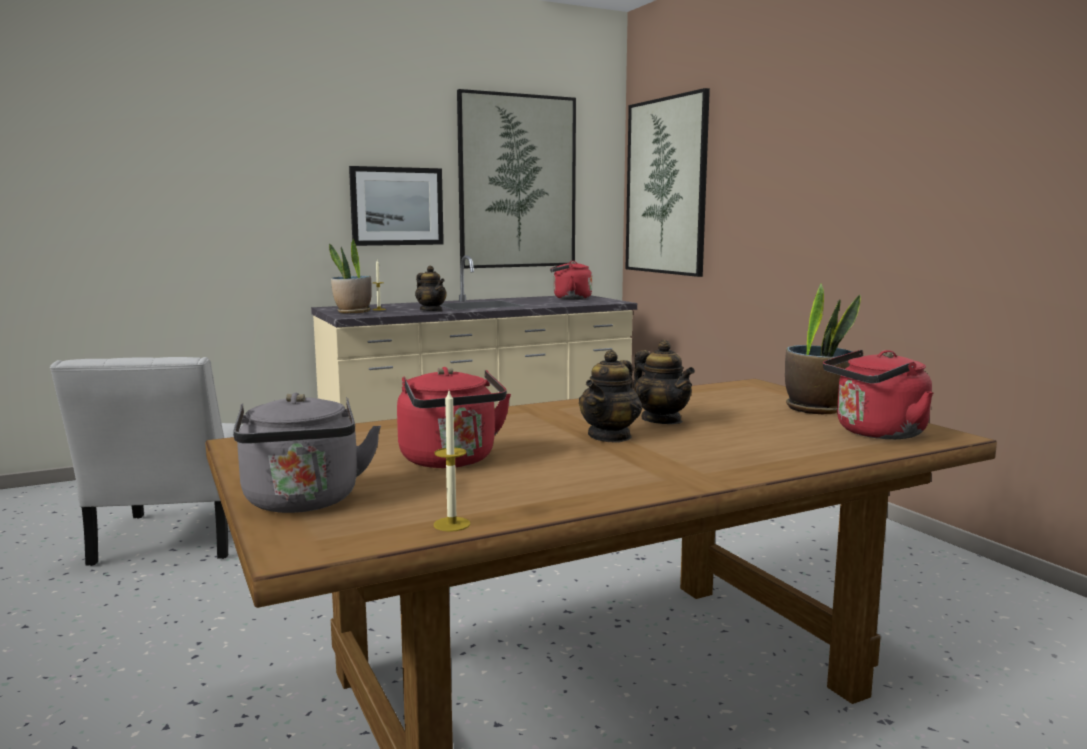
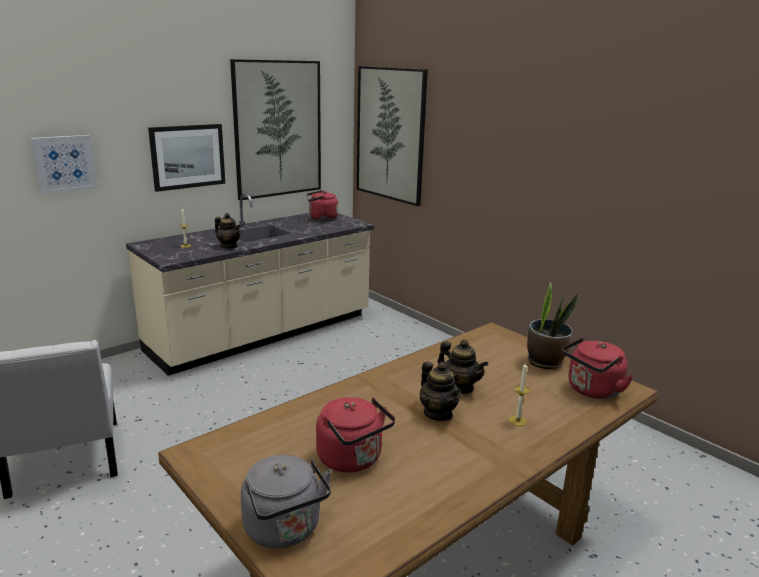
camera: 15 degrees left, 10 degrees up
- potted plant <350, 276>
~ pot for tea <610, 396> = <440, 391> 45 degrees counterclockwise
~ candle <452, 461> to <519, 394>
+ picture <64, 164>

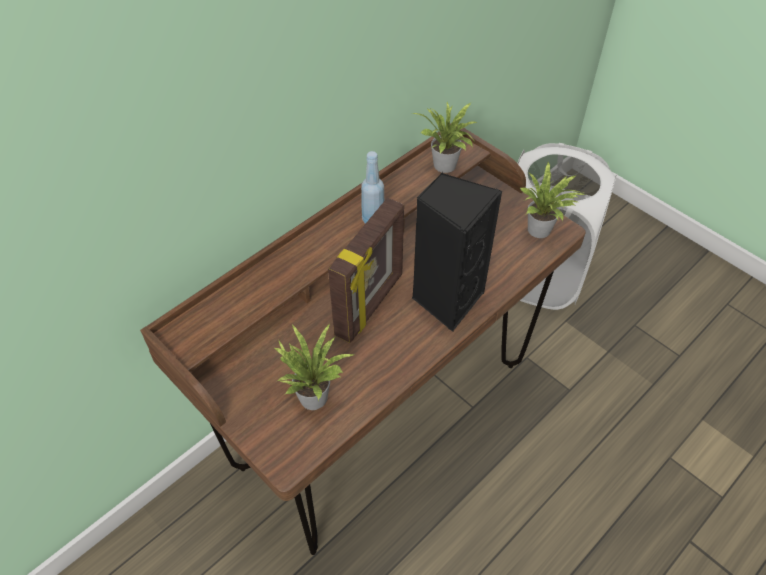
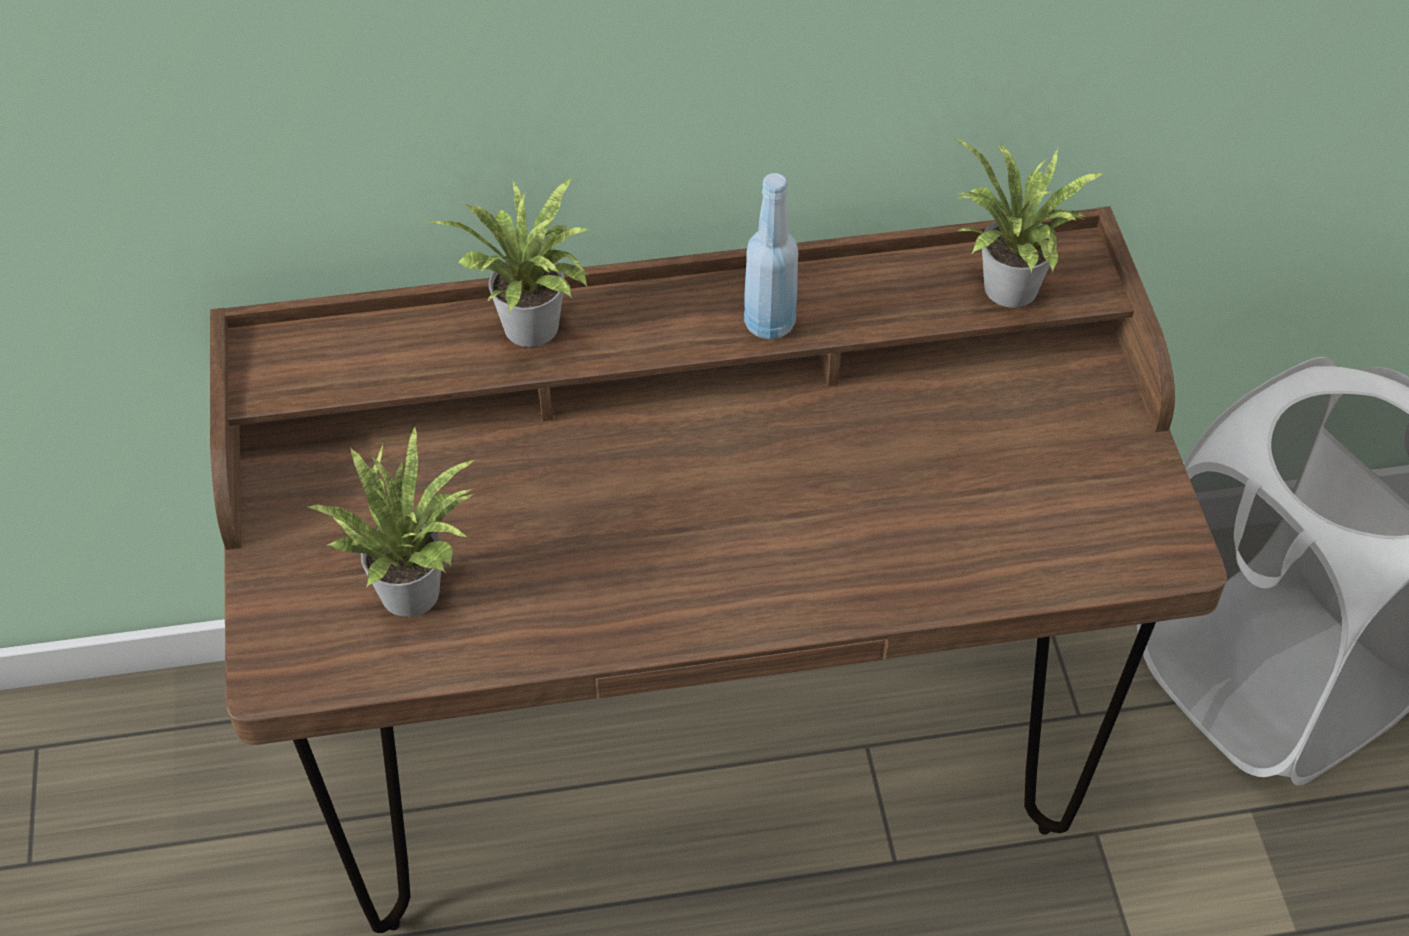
camera: 35 degrees right, 0 degrees up
~ potted plant <553, 199> to <507, 262>
- black loudspeaker <457, 252>
- photo frame <366, 270>

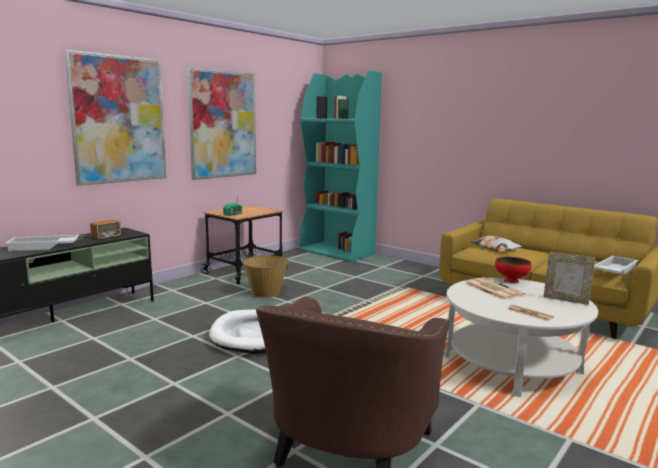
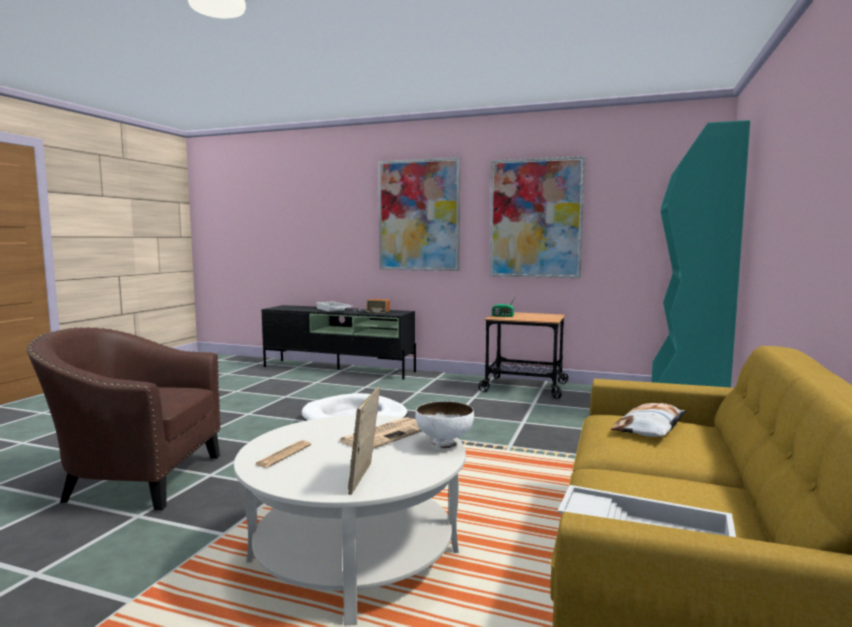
camera: 70 degrees right, 5 degrees down
- household basket <265, 276>
~ red bowl <513, 270> to white-coloured bowl <444, 425>

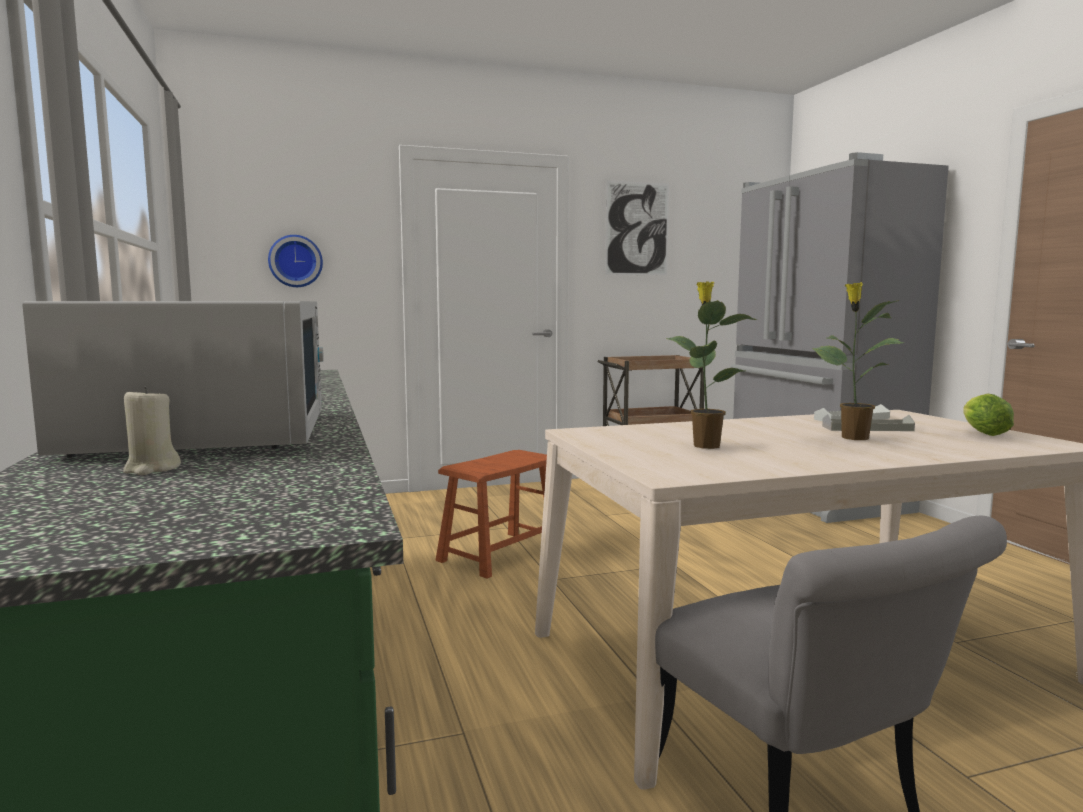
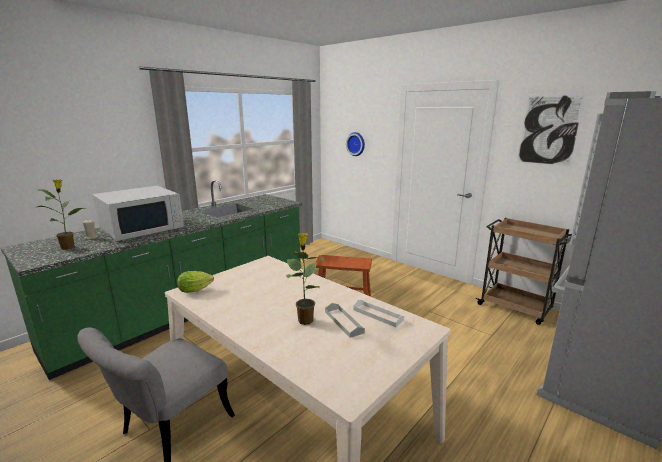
camera: 60 degrees right, 10 degrees up
~ potted plant <711, 365> to <61, 214>
~ lettuce <988, 415> to <195, 282>

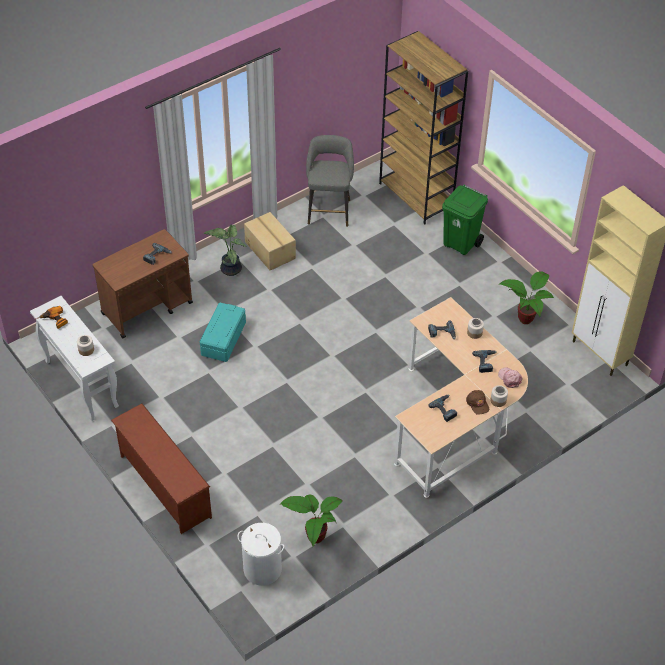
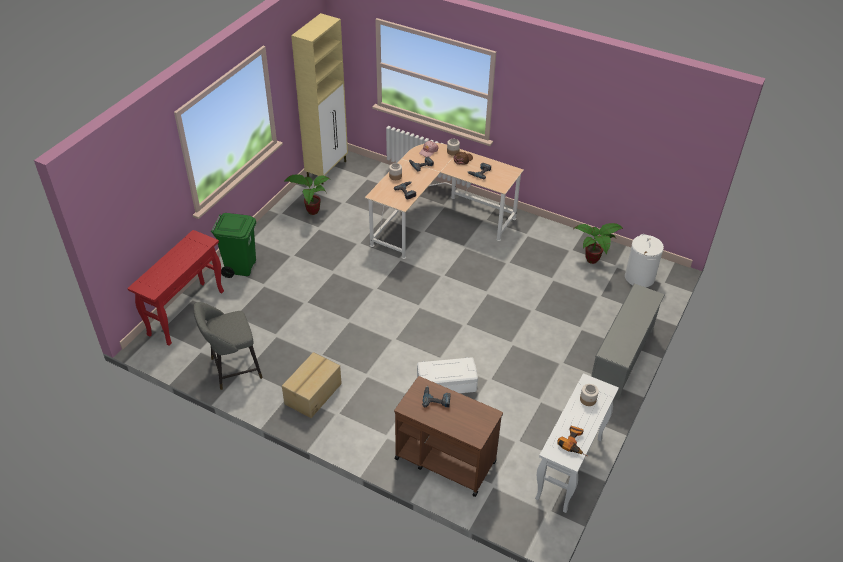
camera: 115 degrees left, 5 degrees down
~ brownish bookshelf <423, 128> to red narrow table <175, 288>
- potted plant <224, 250>
~ turquoise-coloured storage bin <223, 332> to white-coloured storage bin <447, 375>
~ brownish shoe rack <161, 469> to gray shoe rack <628, 342>

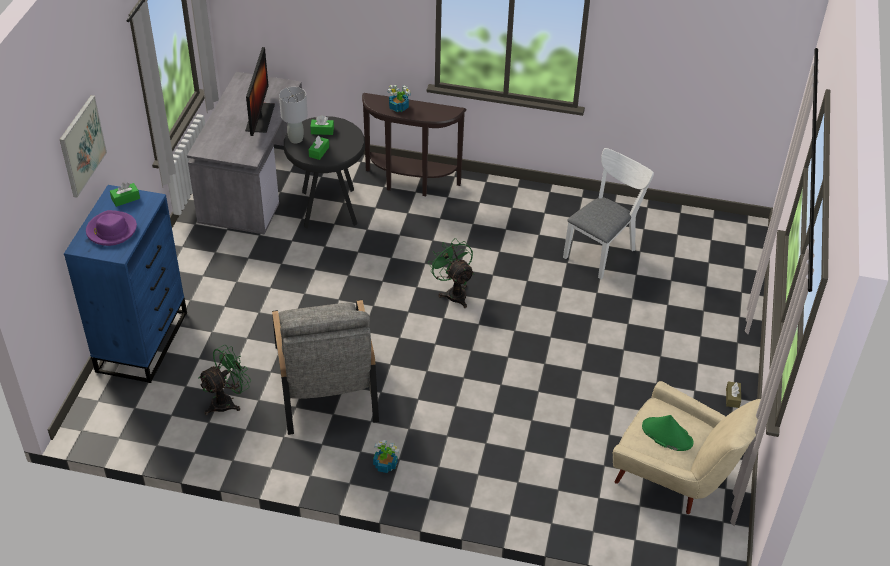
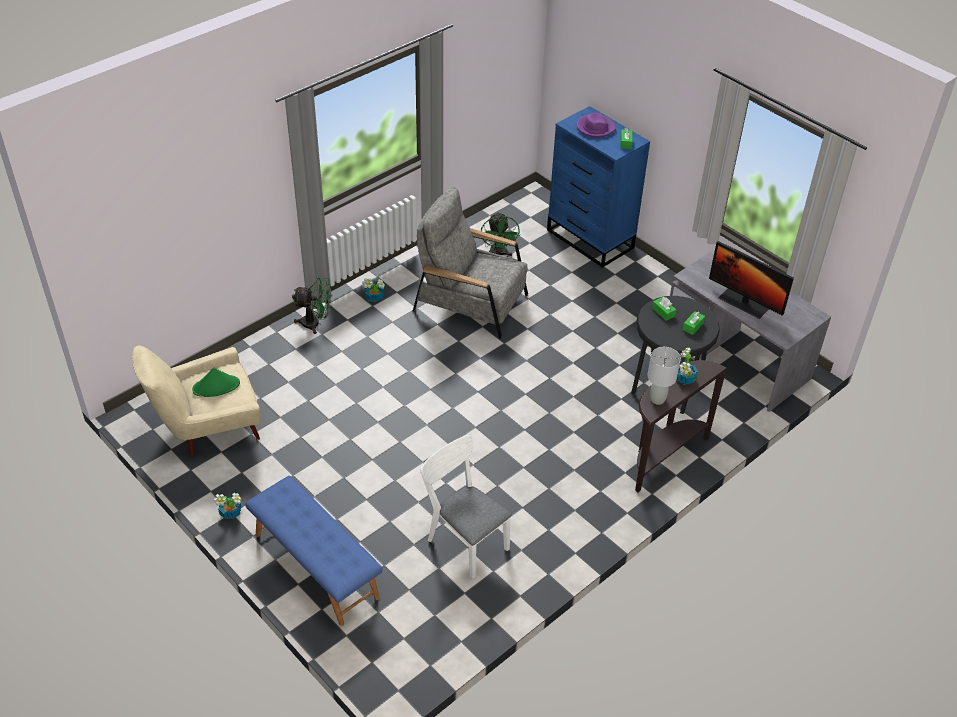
camera: 125 degrees right, 0 degrees up
~ gray lamp for a table <293, 115> to <664, 376>
- picture <83, 146>
~ white-coloured plain chair <608, 213> = <466, 507> 150 degrees clockwise
~ greenish cooling fan <451, 273> to <311, 305>
~ brownish tissue holder <733, 395> to potted plant <227, 506>
+ blue indoor bench <314, 551>

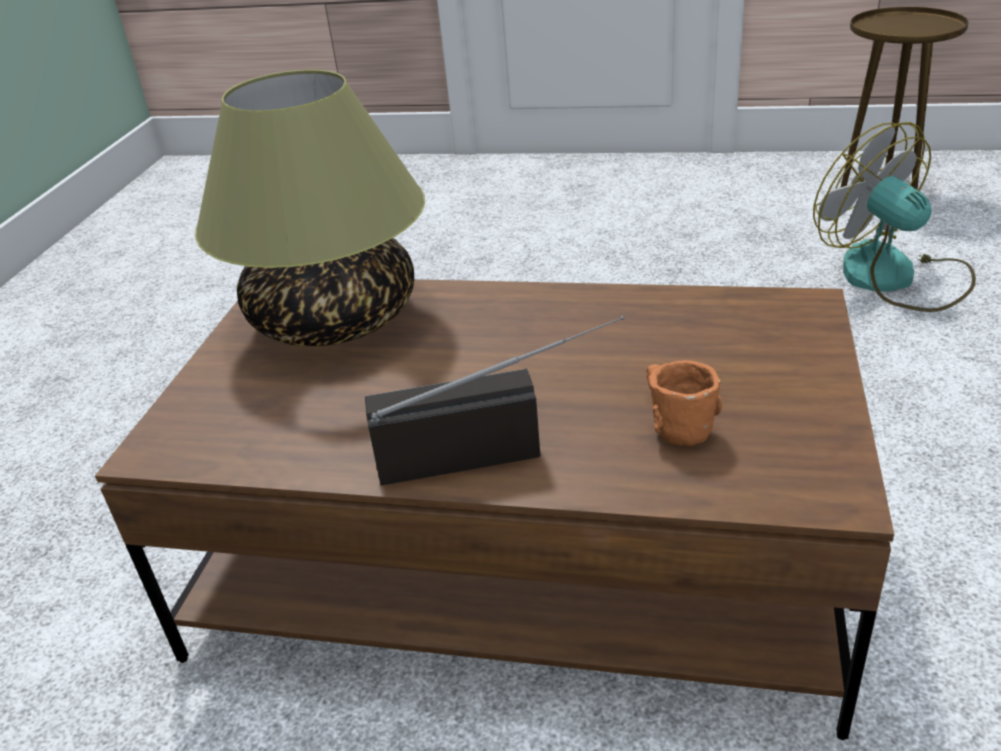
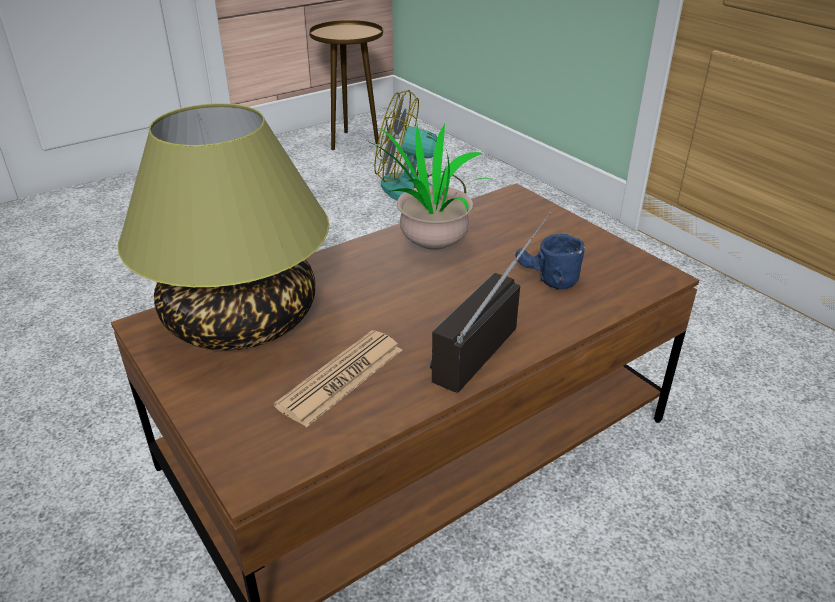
camera: 50 degrees left, 0 degrees up
~ orange-coloured tea mug <684, 403> to blue tea mug <550, 262>
+ potted plant <433, 186>
+ printed paper <338, 378>

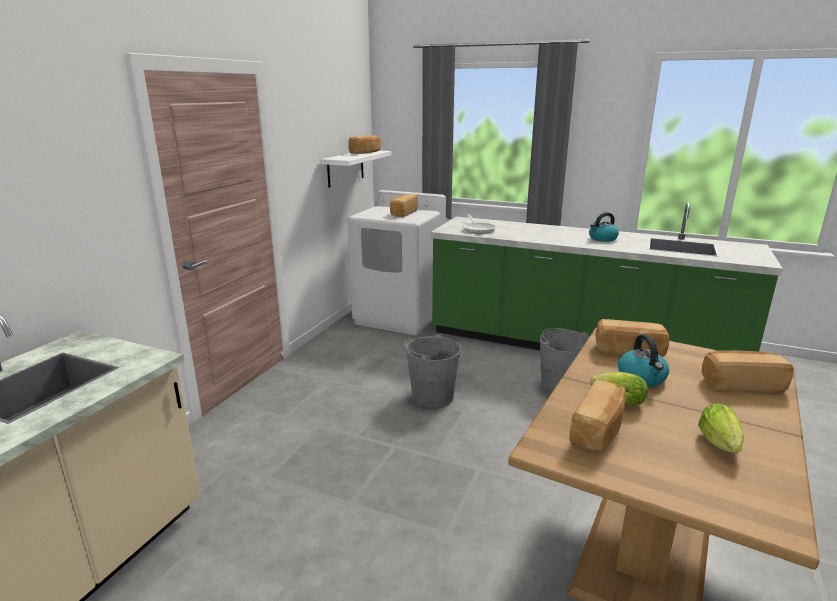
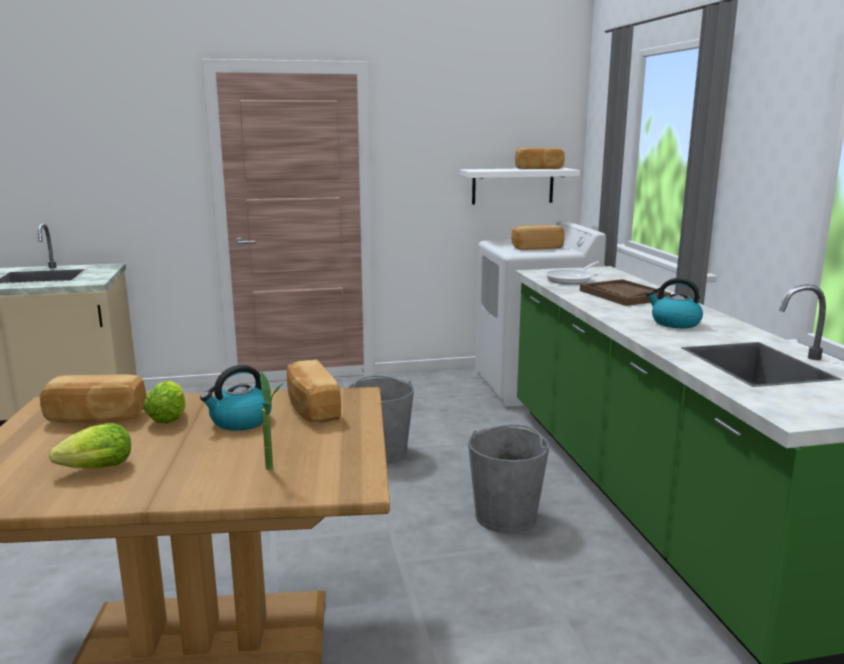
camera: 55 degrees right, 5 degrees down
~ bread <748, 371> to potted plant <271, 420>
+ brownish serving tray <625, 292>

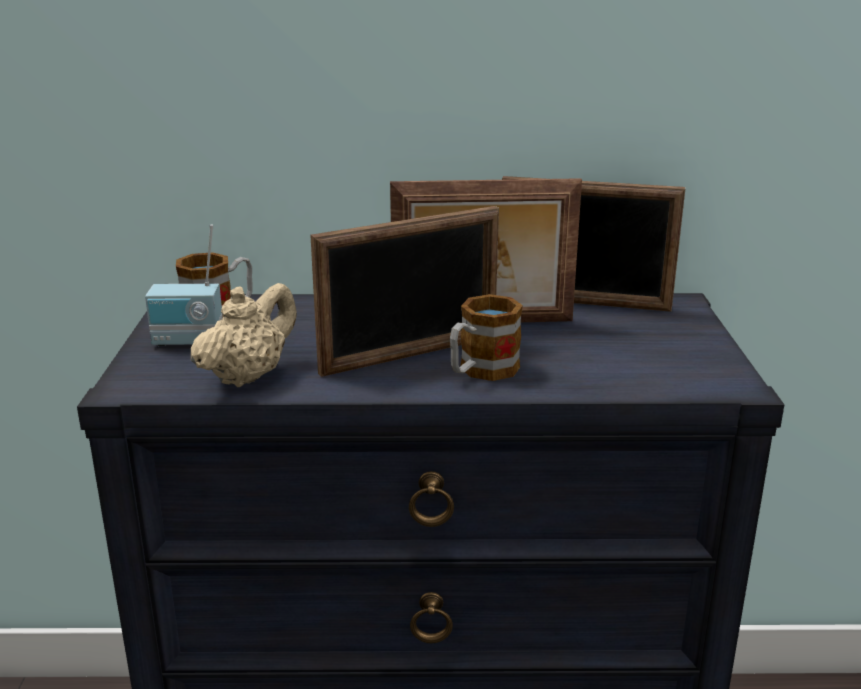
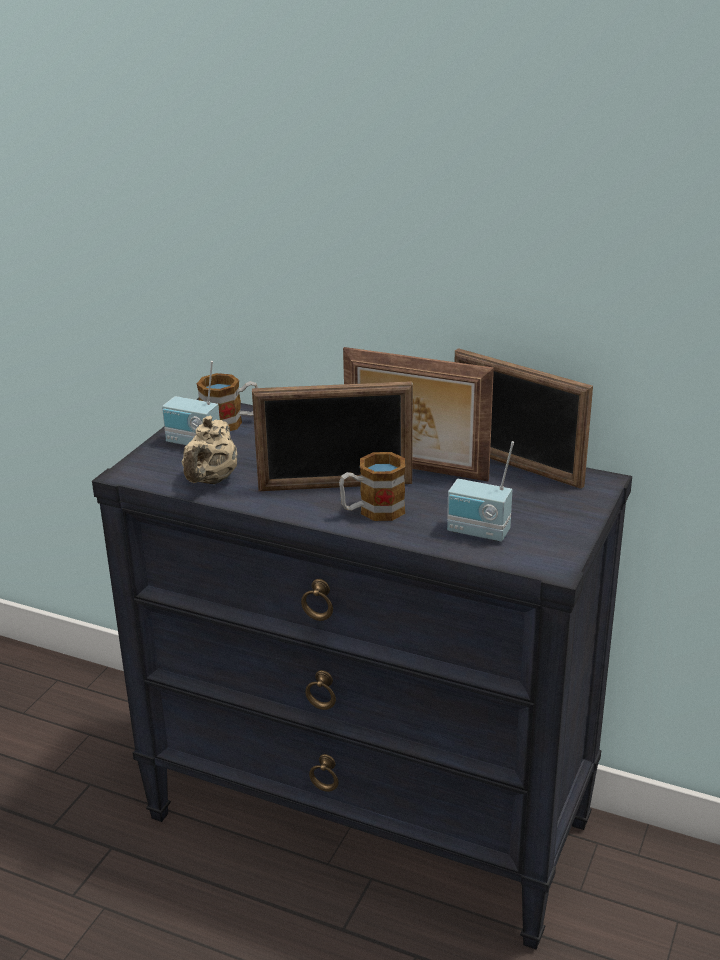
camera: 25 degrees right, 5 degrees up
~ beige pot for tea <244, 335> = <209, 450> 135 degrees clockwise
+ radio set <480, 491>

